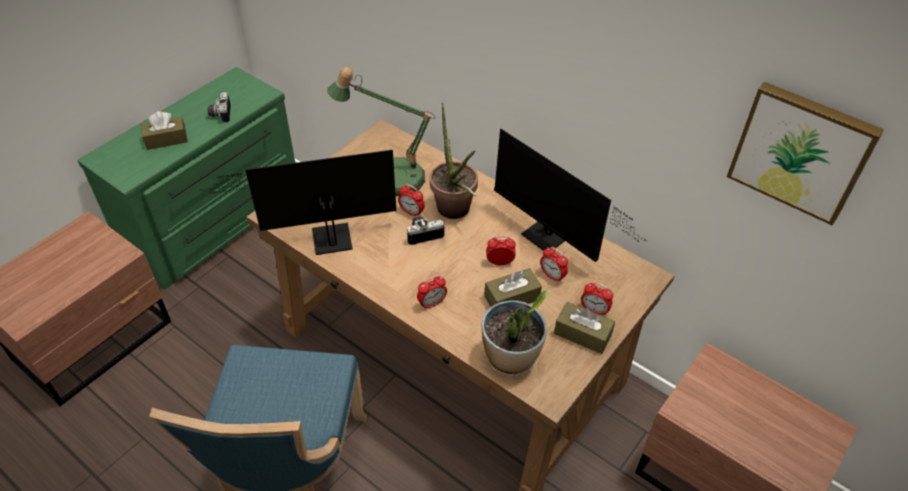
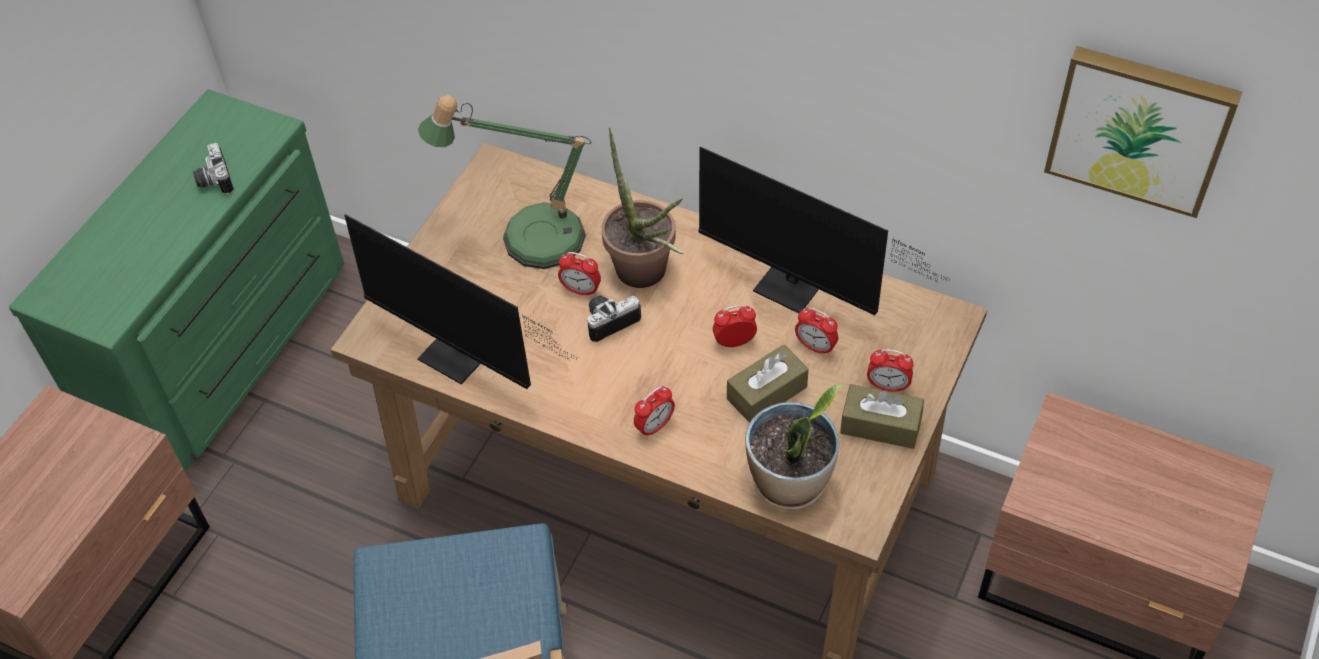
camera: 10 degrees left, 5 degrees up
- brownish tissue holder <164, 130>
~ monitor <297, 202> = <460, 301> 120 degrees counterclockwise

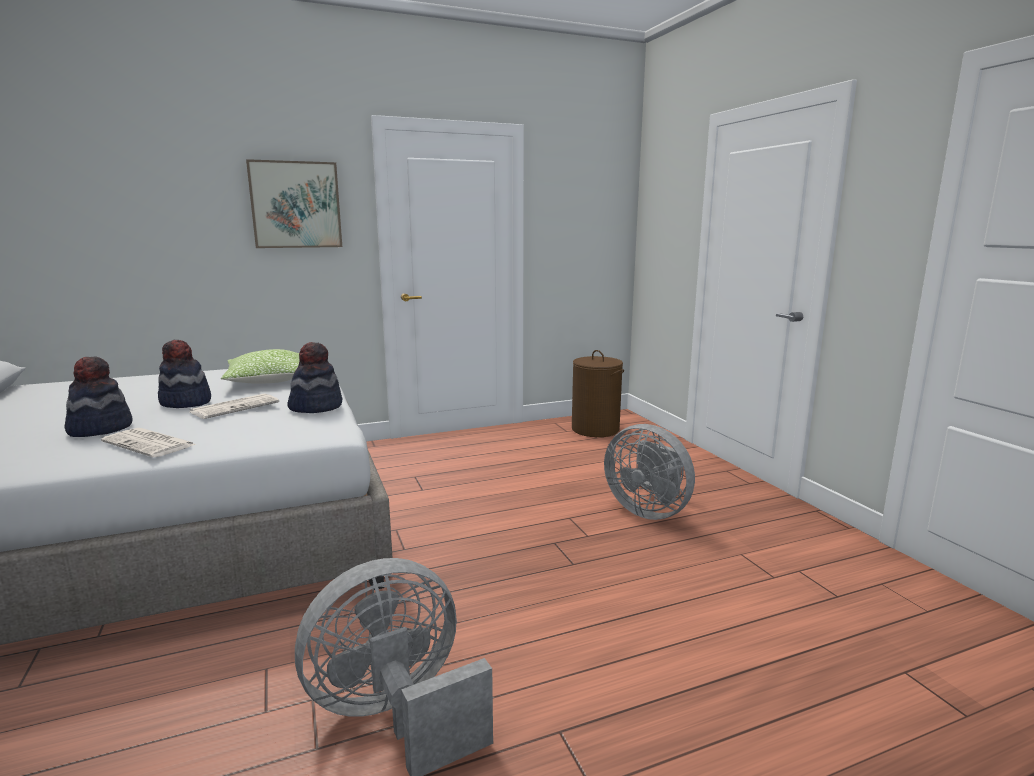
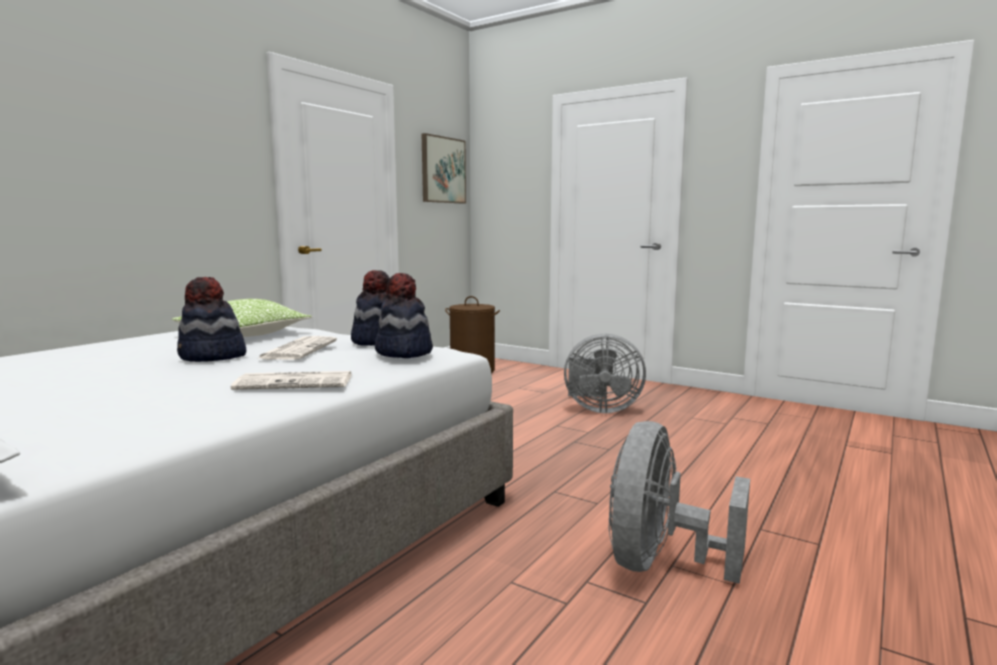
camera: 35 degrees left, 5 degrees down
~ picture <294, 203> to <444, 168>
~ clothing hat <98, 396> to <404, 315>

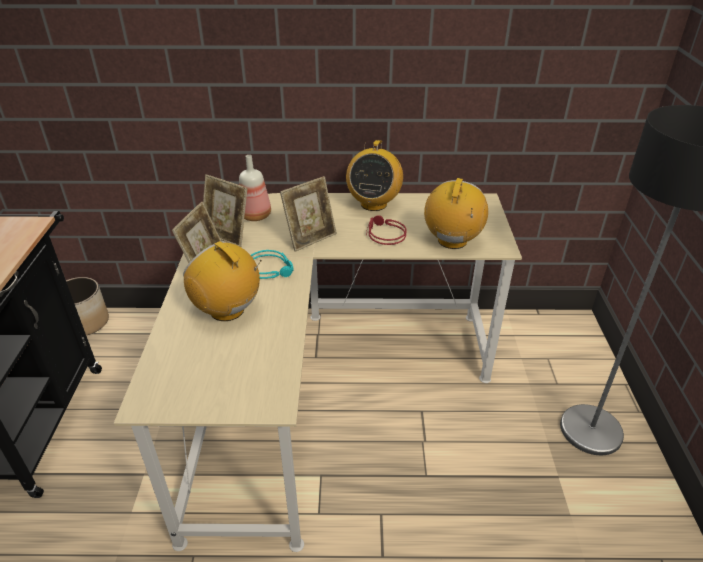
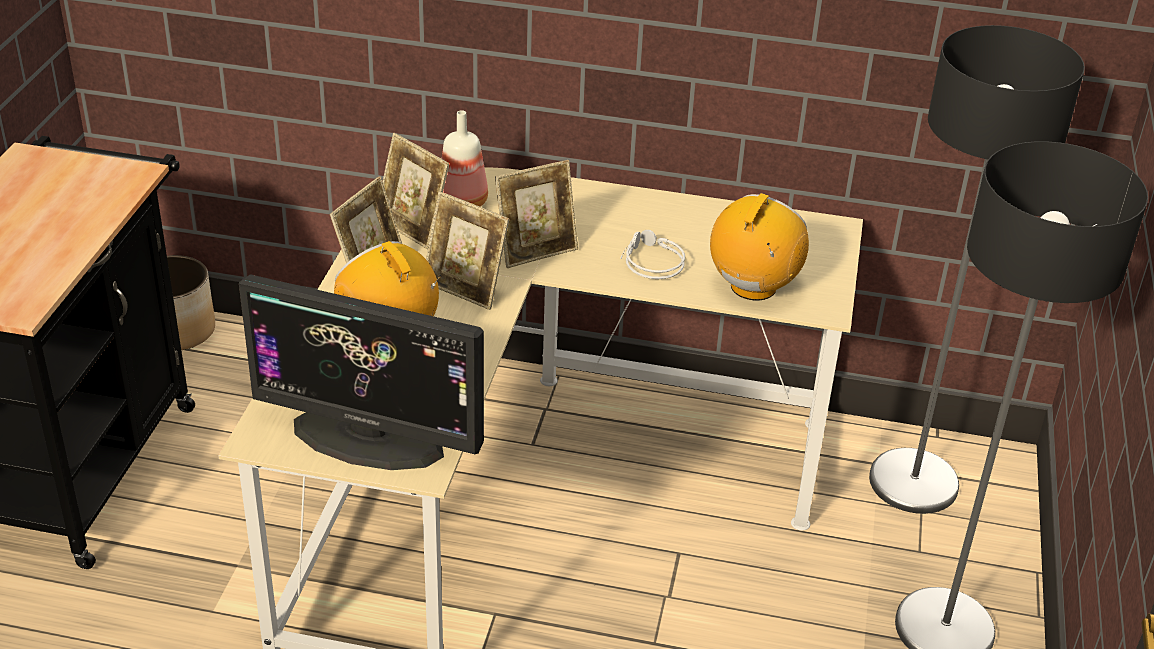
camera: 10 degrees right, 0 degrees up
- radio set <374, 175>
~ red headphones <386, 230> to gray headphones <652, 254>
~ turquoise-coloured headphones <272, 264> to photo frame <468, 250>
+ standing lamp <977, 269>
+ monitor <361, 372>

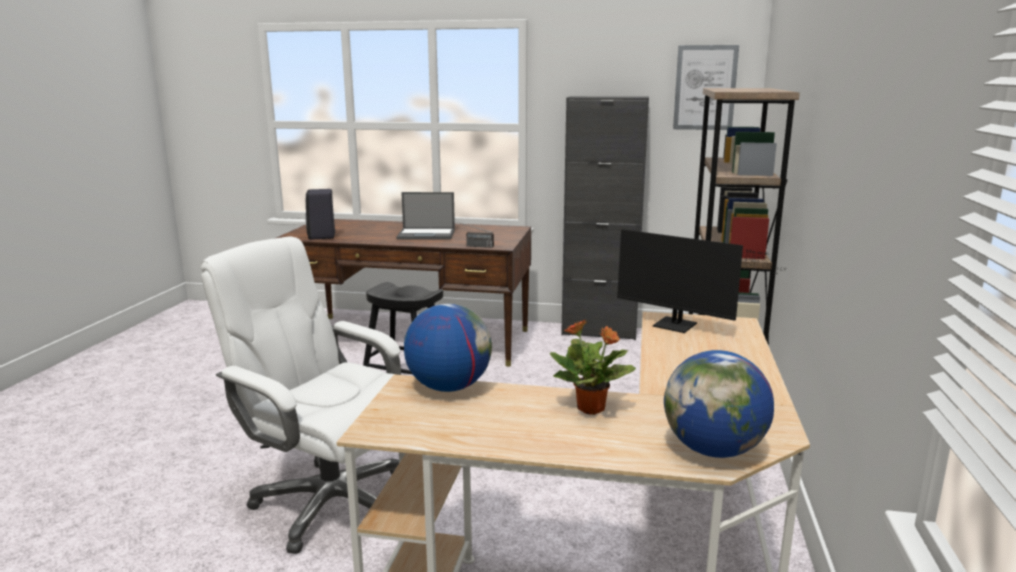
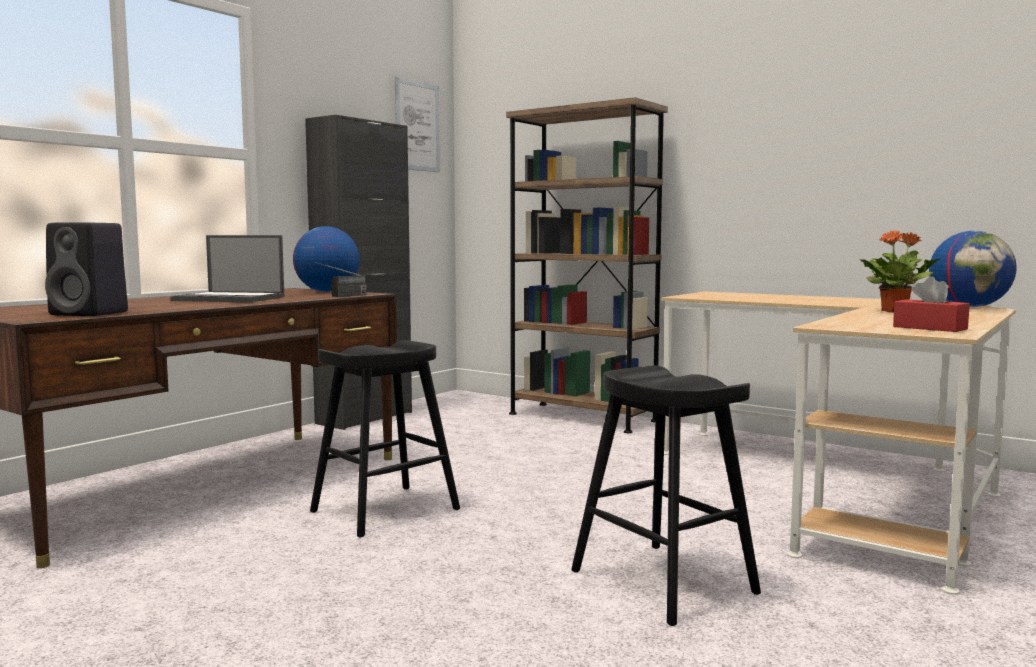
camera: 65 degrees left, 10 degrees down
~ portable computer <425, 216> = <227, 268> 75 degrees clockwise
- monitor <701, 281>
~ white-coloured desk chair <300, 395> to black stool <666, 496>
~ world globe <448, 348> to <326, 259>
+ red tissue holder <931, 304>

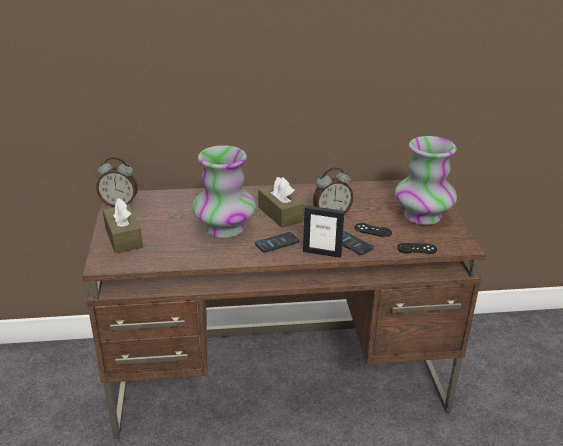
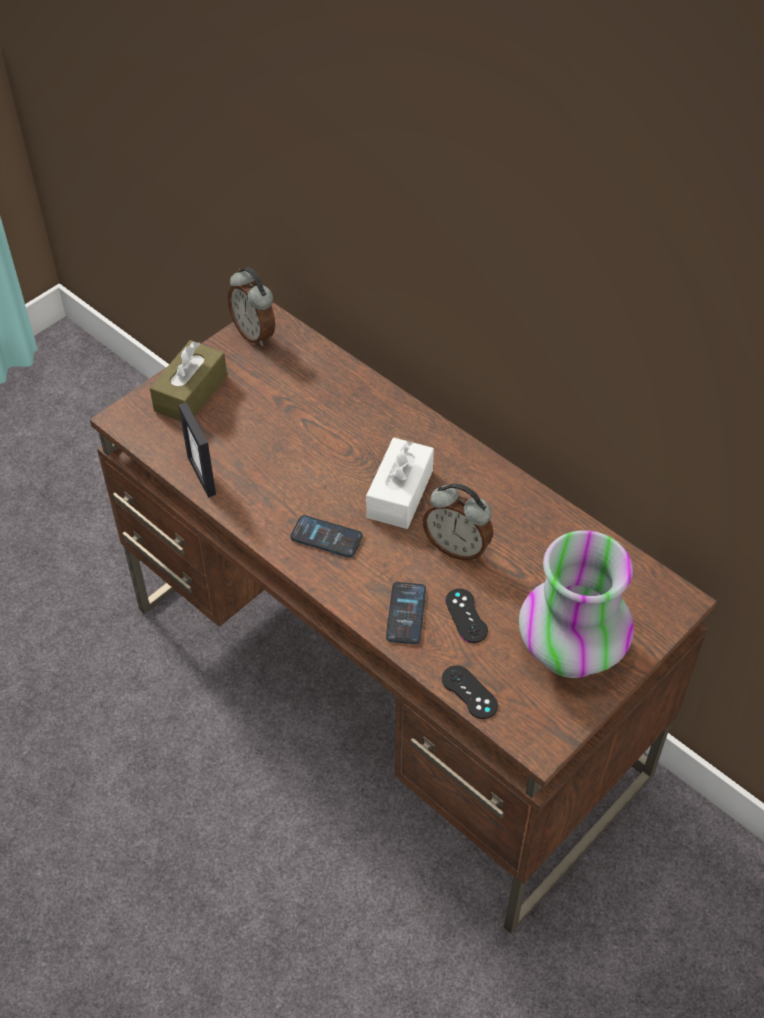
camera: 50 degrees right, 20 degrees up
- flower vase <224, 191>
~ brownish tissue holder <281, 202> to white-coloured tissue holder <400, 483>
~ photo frame <323, 231> to <197, 450>

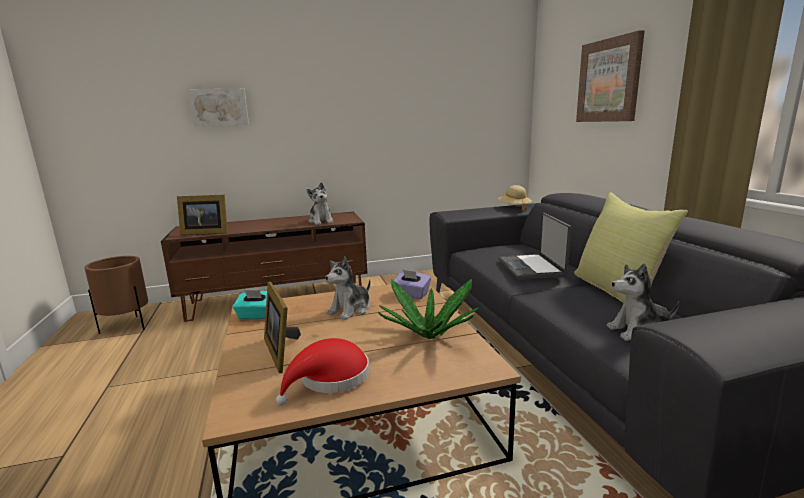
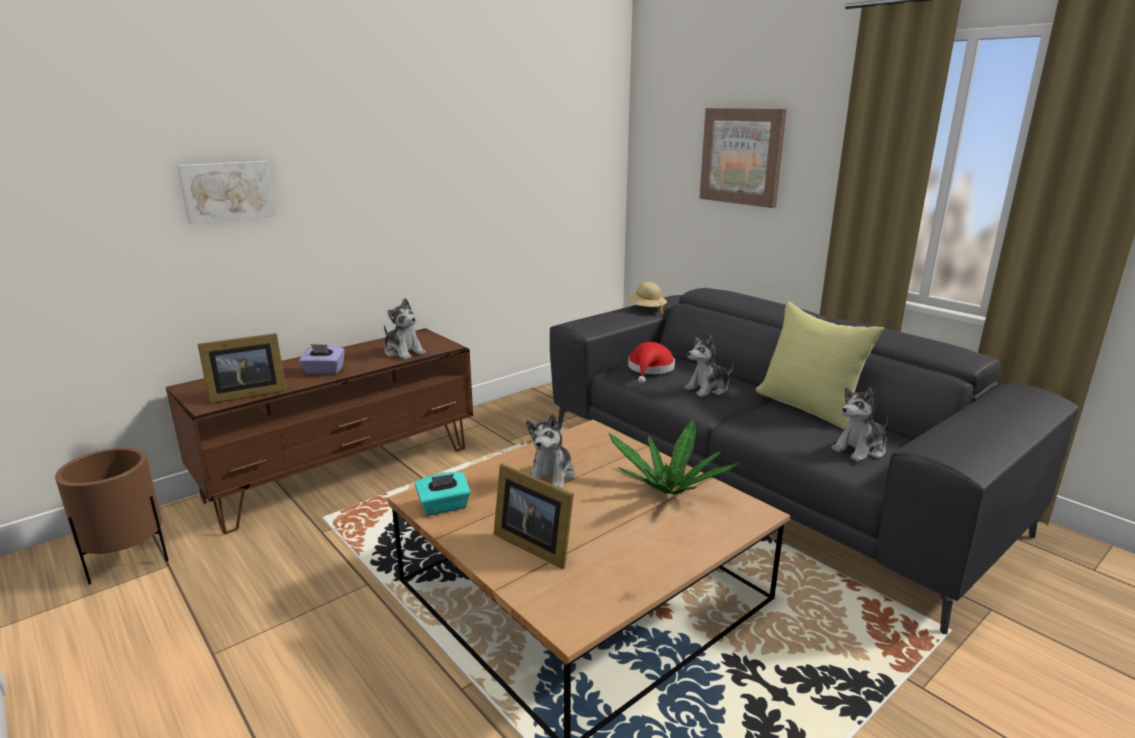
camera: 25 degrees left, 5 degrees up
~ portable computer <535, 246> to cuddly toy <708, 366>
~ purplish tissue holder <412, 284> to <322, 359>
~ red clothing hat <322, 372> to <651, 362>

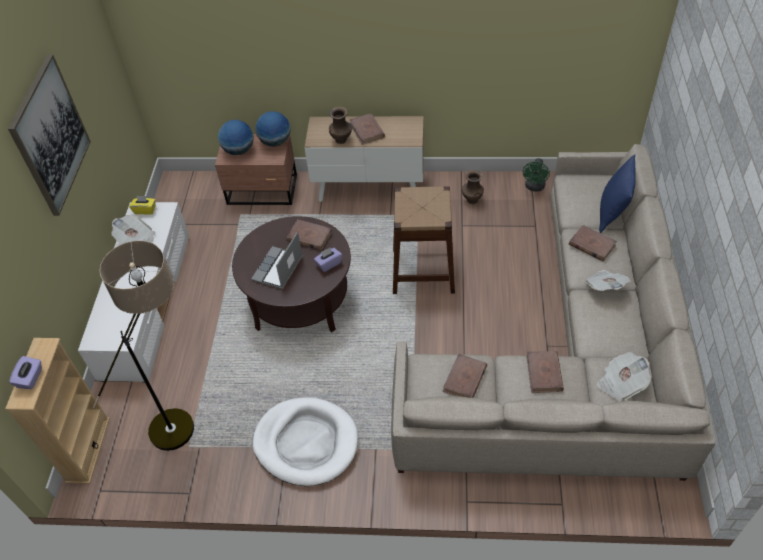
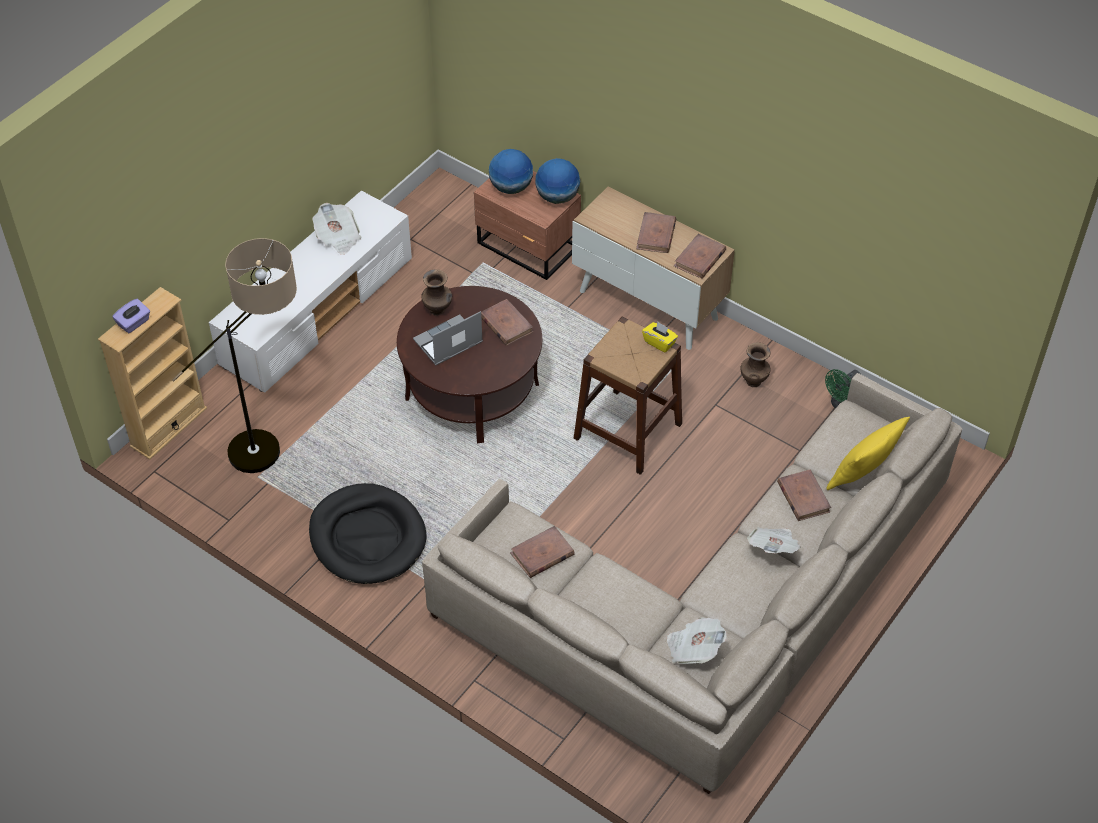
camera: 30 degrees right, 0 degrees up
- picture <49, 135>
~ brownish flower vase <340, 125> to <436, 292>
~ blue throw pillow <617, 193> to yellow throw pillow <868, 453>
~ yellow tissue holder <142, 205> to <660, 337>
- purplish tissue holder <328, 259>
~ brownish volume <545, 372> to <700, 256>
~ white-coloured dog bed <305, 441> to black dog bed <368, 533>

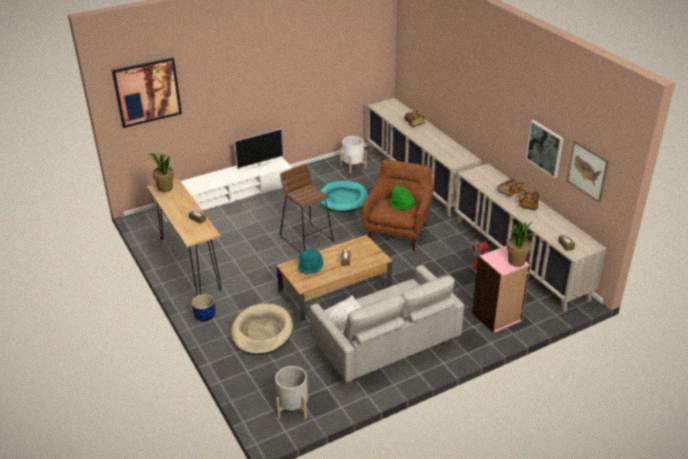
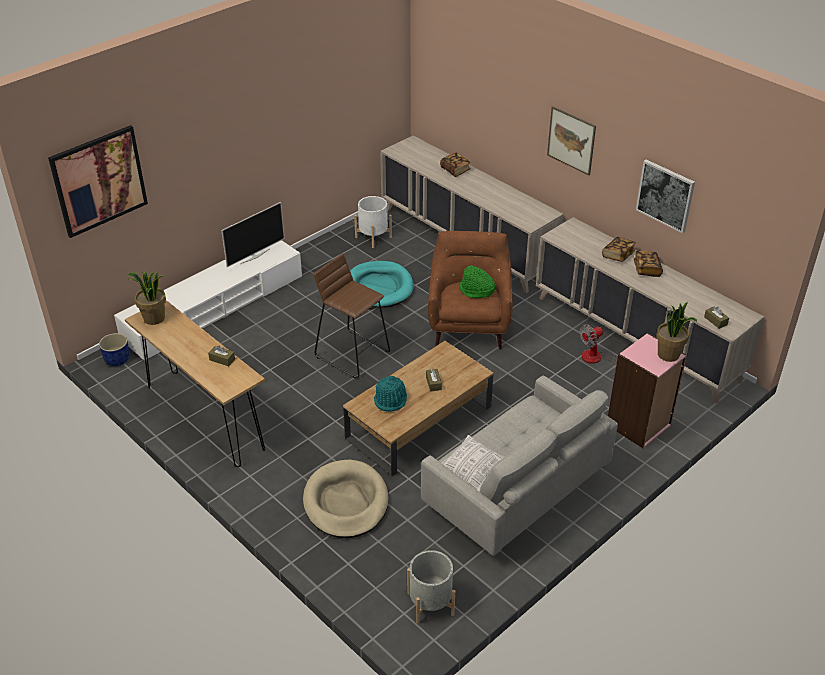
camera: 15 degrees left, 5 degrees up
~ picture <588, 171> to <571, 140>
~ blue flower pot <203, 307> to <114, 349>

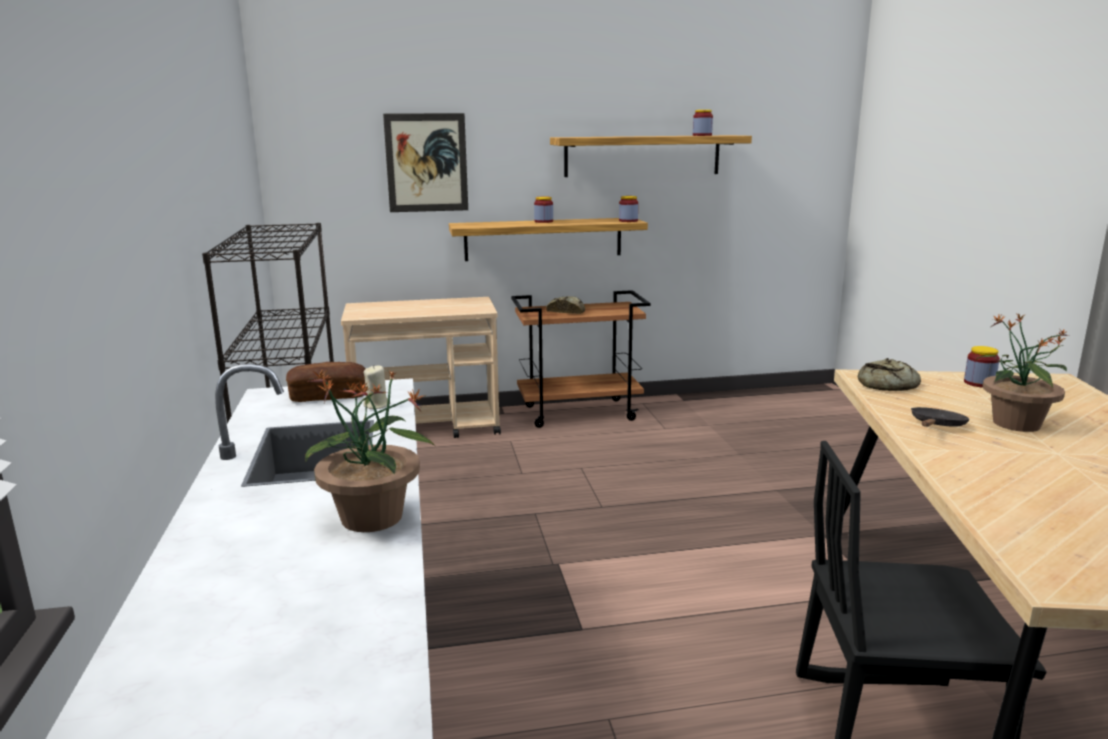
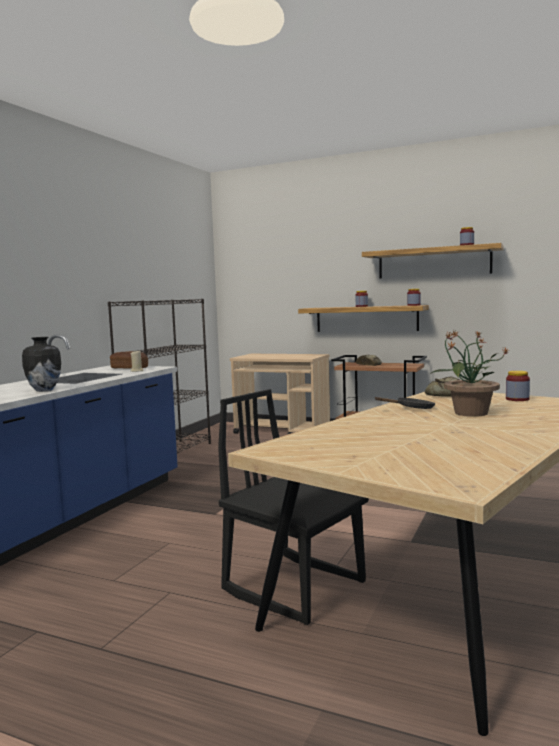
camera: 35 degrees right, 10 degrees down
- picture <425, 162>
~ potted plant <370, 451> to flower vase <41, 364>

